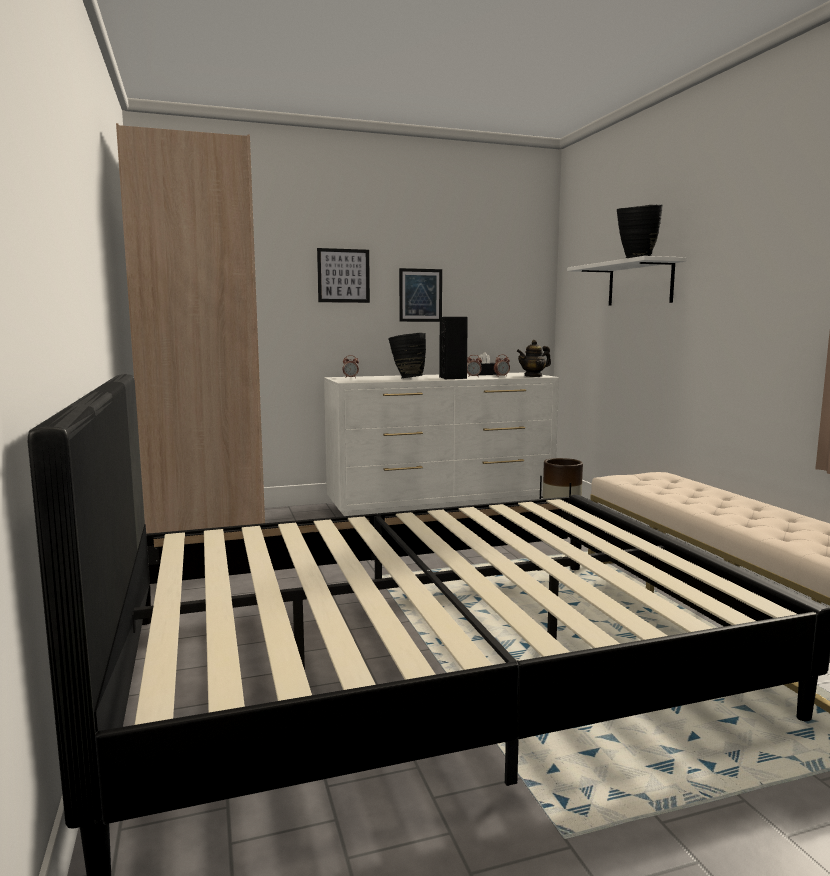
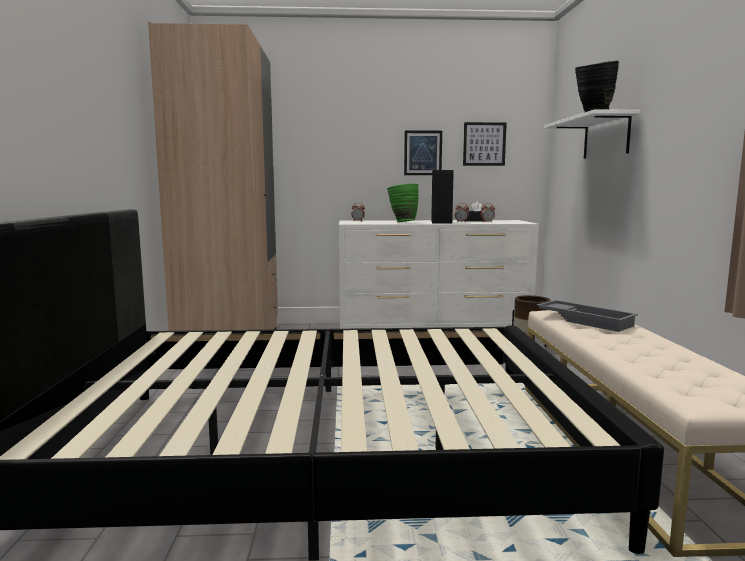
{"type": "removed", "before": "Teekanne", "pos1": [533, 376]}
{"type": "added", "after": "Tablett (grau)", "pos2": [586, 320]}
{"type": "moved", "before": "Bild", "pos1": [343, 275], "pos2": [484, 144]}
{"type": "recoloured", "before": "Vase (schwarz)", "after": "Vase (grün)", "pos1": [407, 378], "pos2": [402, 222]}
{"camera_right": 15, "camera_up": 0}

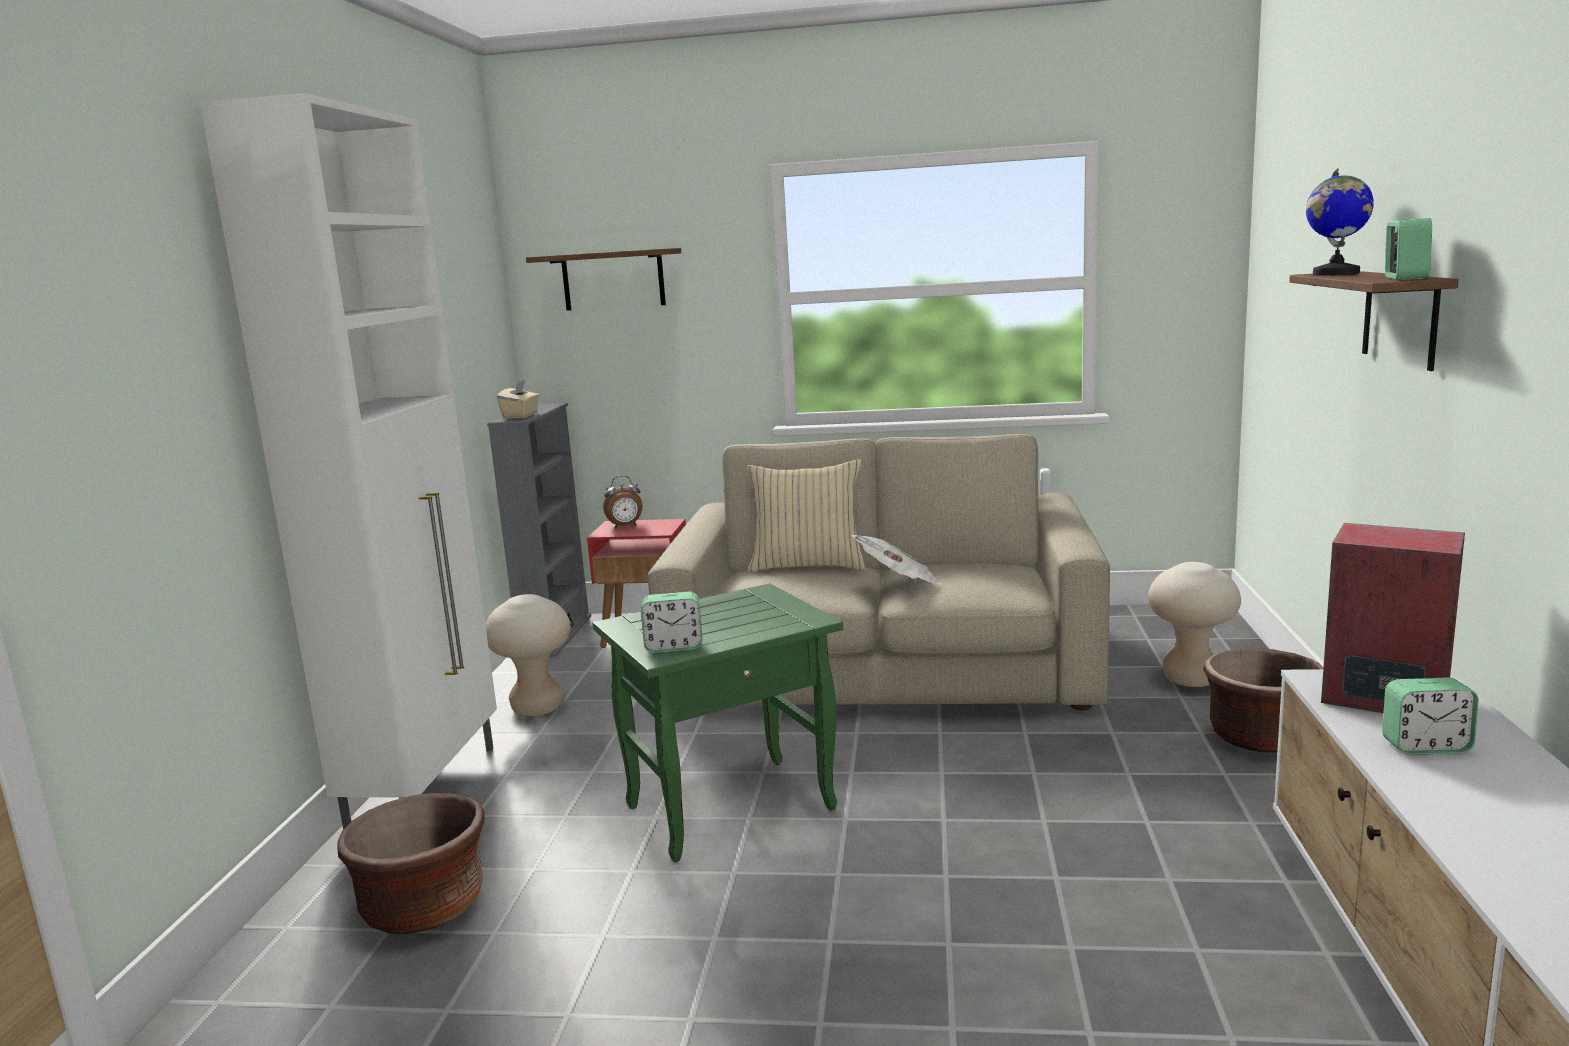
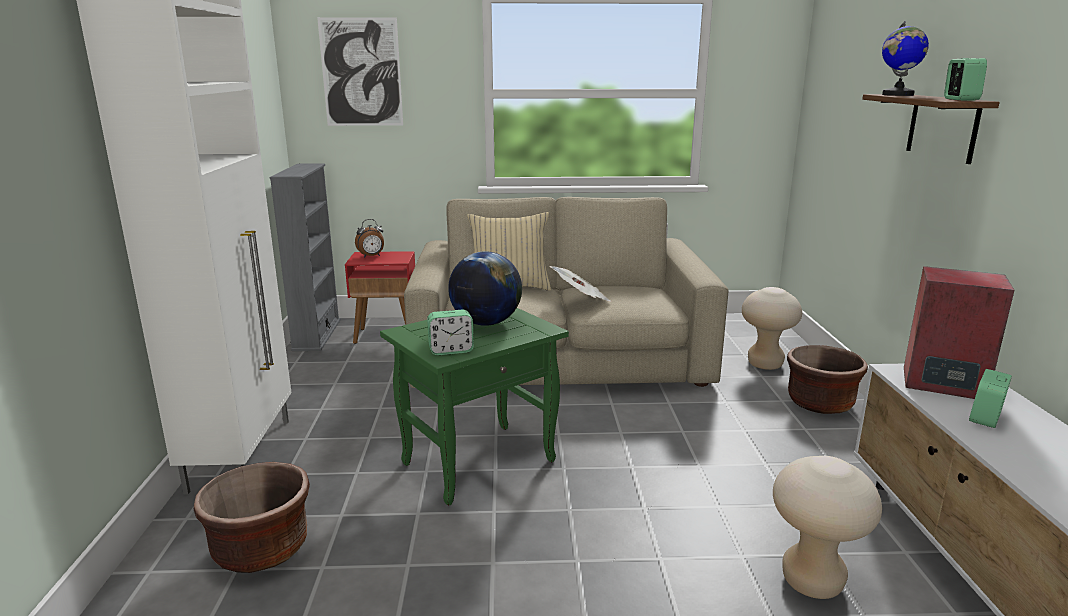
{"type": "removed", "before": "Taschentuchbox (beige)", "pos1": [521, 416]}
{"type": "added", "after": "Globus", "pos2": [486, 323]}
{"type": "moved", "before": "Hocker (beige)", "pos1": [537, 708], "pos2": [812, 582]}
{"type": "replaced", "before": "Wandregal", "after": "Bild", "pos1": [613, 280], "pos2": [361, 72]}
{"type": "turned", "before": "Wecker", "pos1": [1426, 747], "pos2": [985, 418], "turn": 135}
{"camera_right": -10, "camera_up": 5}

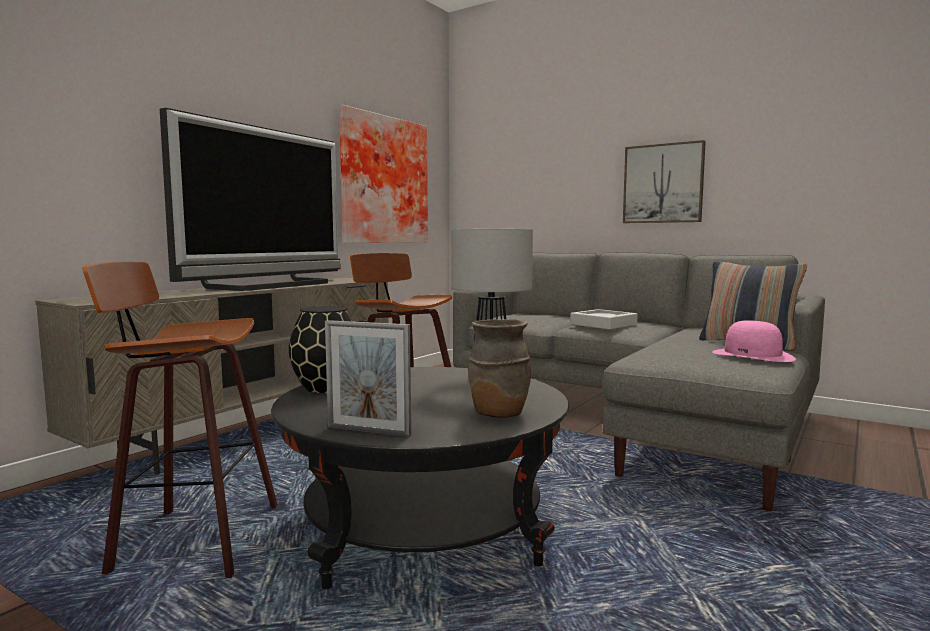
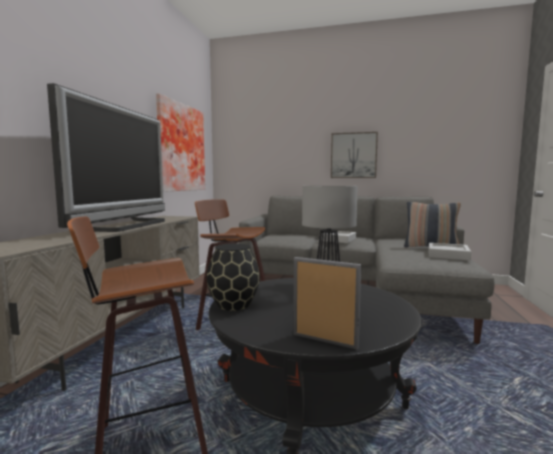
{"type": "removed", "before": "Vase (braun)", "pos1": [498, 414]}
{"type": "replaced", "before": "Hut (rosa)", "after": "Tablett (grau)", "pos1": [753, 355], "pos2": [448, 255]}
{"type": "turned", "before": "Bilderrahmen", "pos1": [368, 431], "pos2": [324, 341], "turn": -150}
{"camera_right": -20, "camera_up": 0}

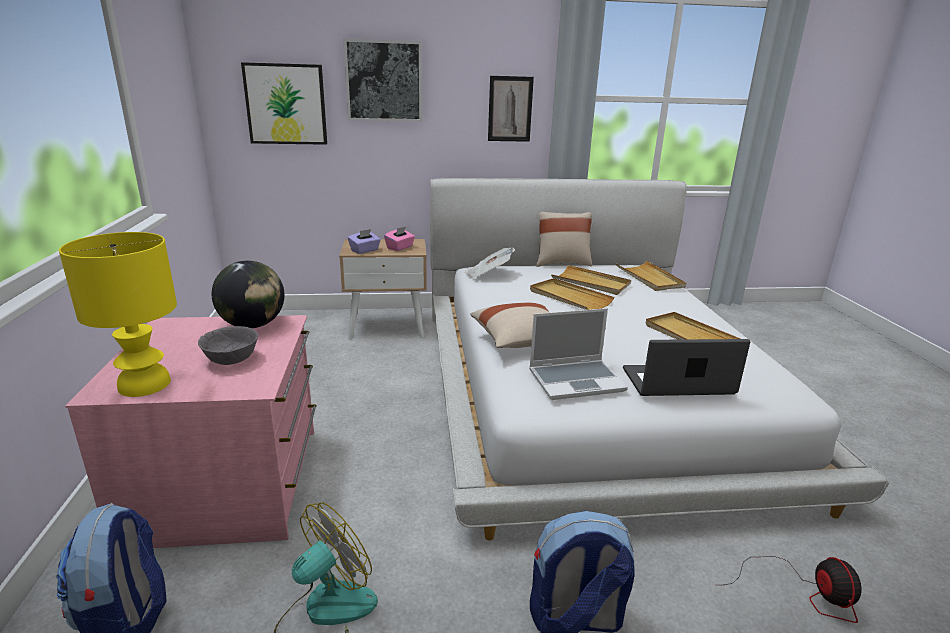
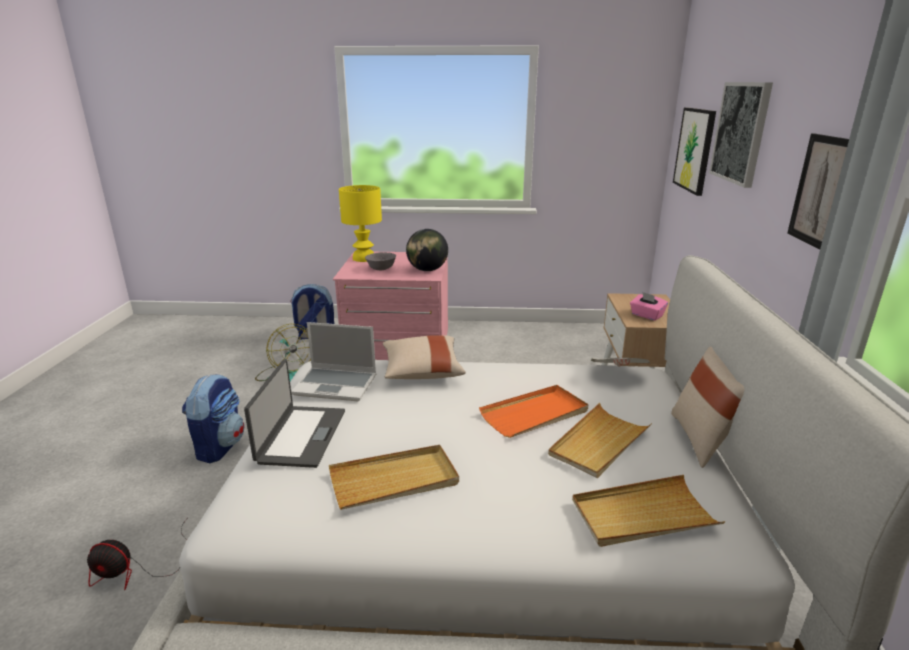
{"type": "removed", "before": "Taschentuchbox (lila)", "pos1": [365, 250]}
{"type": "recoloured", "before": "Tablett (beige)", "after": "Tablett (orange)", "pos1": [569, 297], "pos2": [535, 414]}
{"type": "turned", "before": "Laptop", "pos1": [576, 380], "pos2": [337, 385], "turn": -75}
{"camera_right": 100, "camera_up": 0}

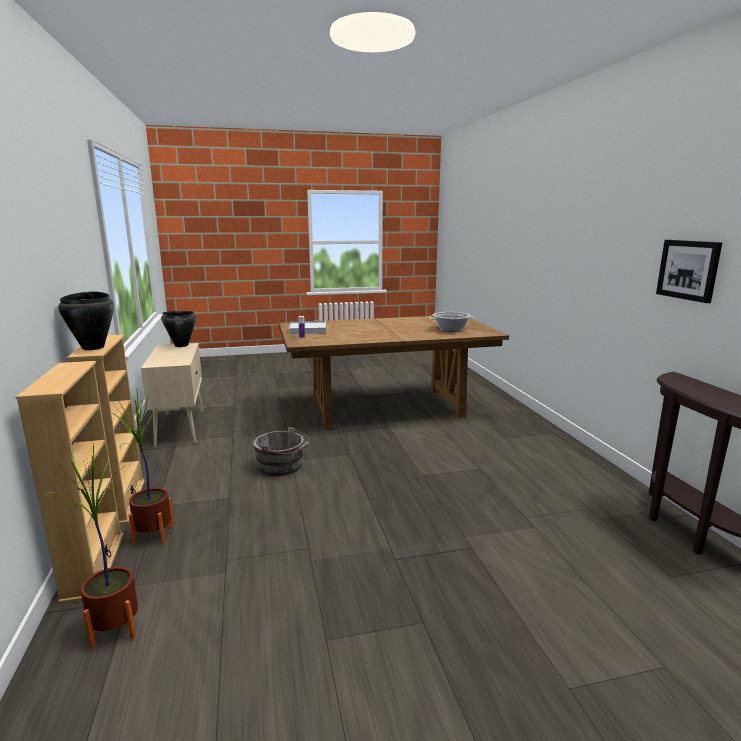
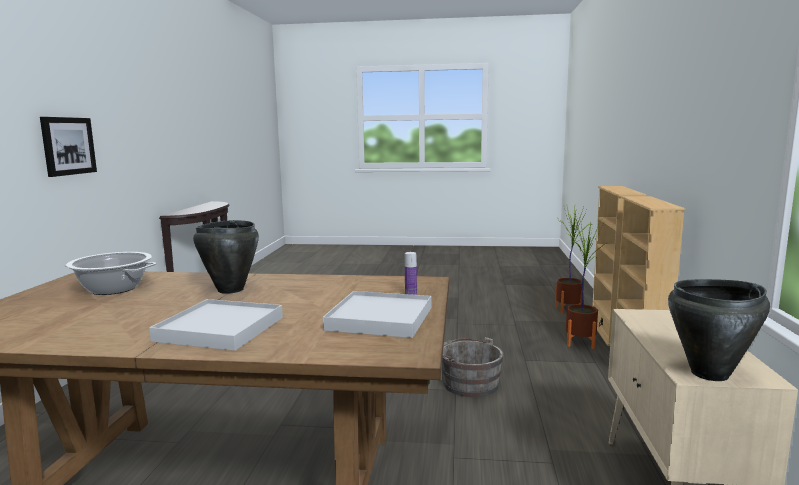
{"type": "added", "after": "Tablett (weiß)", "pos2": [220, 329]}
{"type": "moved", "before": "Kochtopf (schwarz)", "pos1": [93, 347], "pos2": [230, 290]}
{"type": "moved", "before": "Bild", "pos1": [688, 270], "pos2": [68, 146]}
{"camera_right": -160, "camera_up": -5}

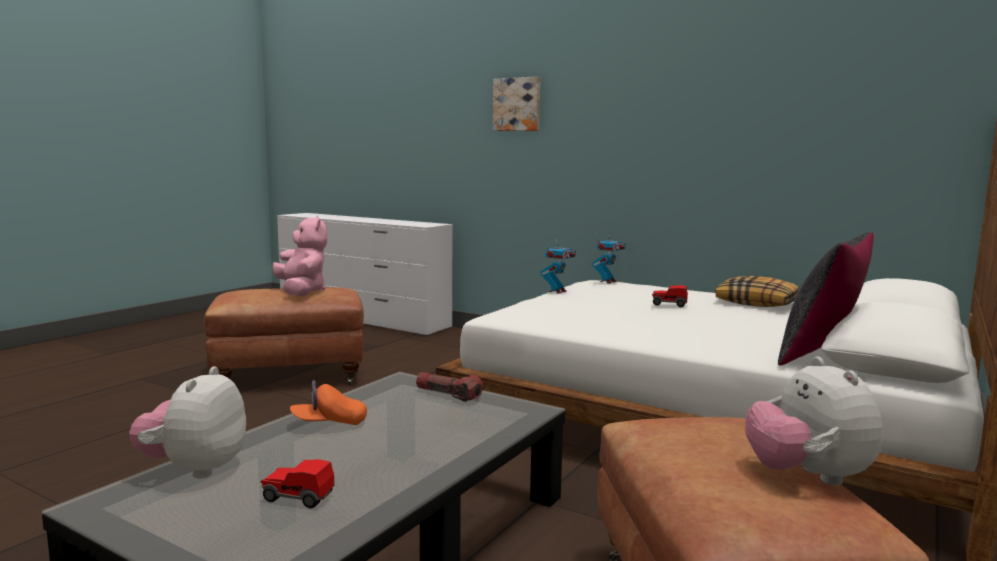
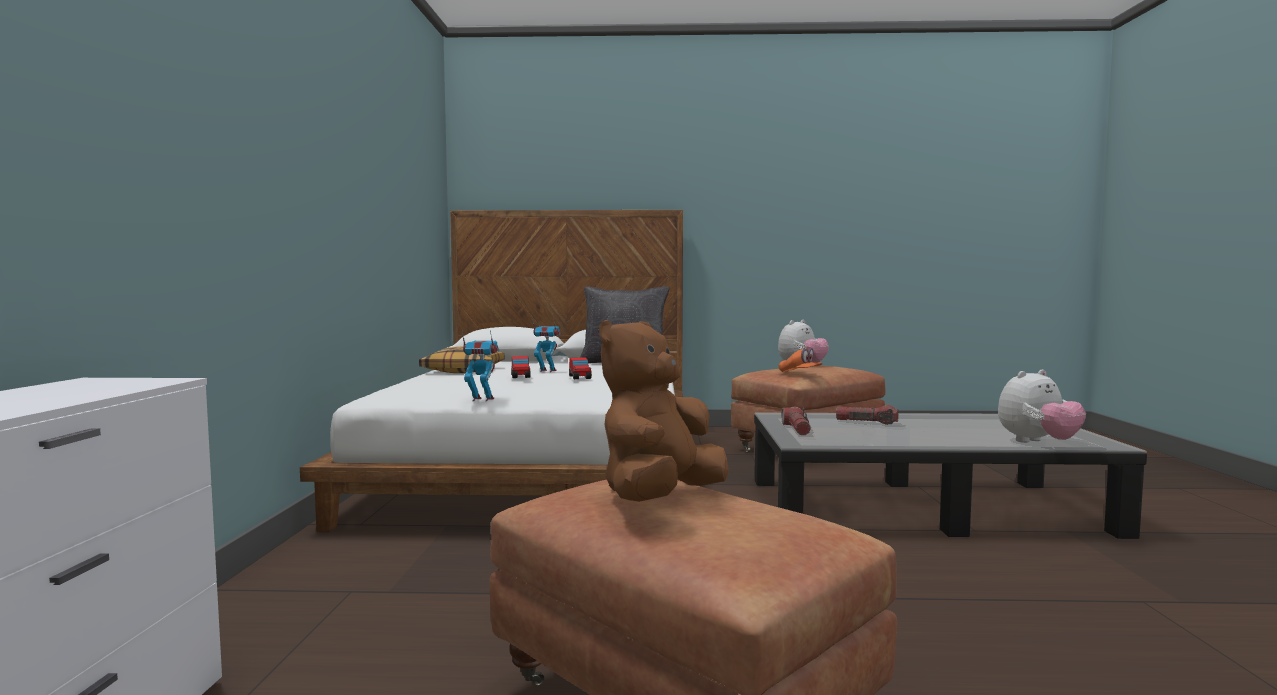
{"type": "removed", "before": "Bild", "pos1": [517, 104]}
{"type": "added", "after": "Taschenlampe", "pos2": [866, 422]}
{"type": "moved", "before": "Spielzeugauto", "pos1": [298, 497], "pos2": [580, 377]}
{"type": "moved", "before": "Kappe (orange)", "pos1": [329, 423], "pos2": [800, 373]}
{"type": "moved", "before": "Spielzeugroboter", "pos1": [607, 281], "pos2": [547, 371]}
{"type": "recoloured", "before": "Plüschtier (rosa)", "after": "Plüschtier (braun)", "pos1": [301, 292], "pos2": [659, 498]}
{"camera_right": -120, "camera_up": -5}

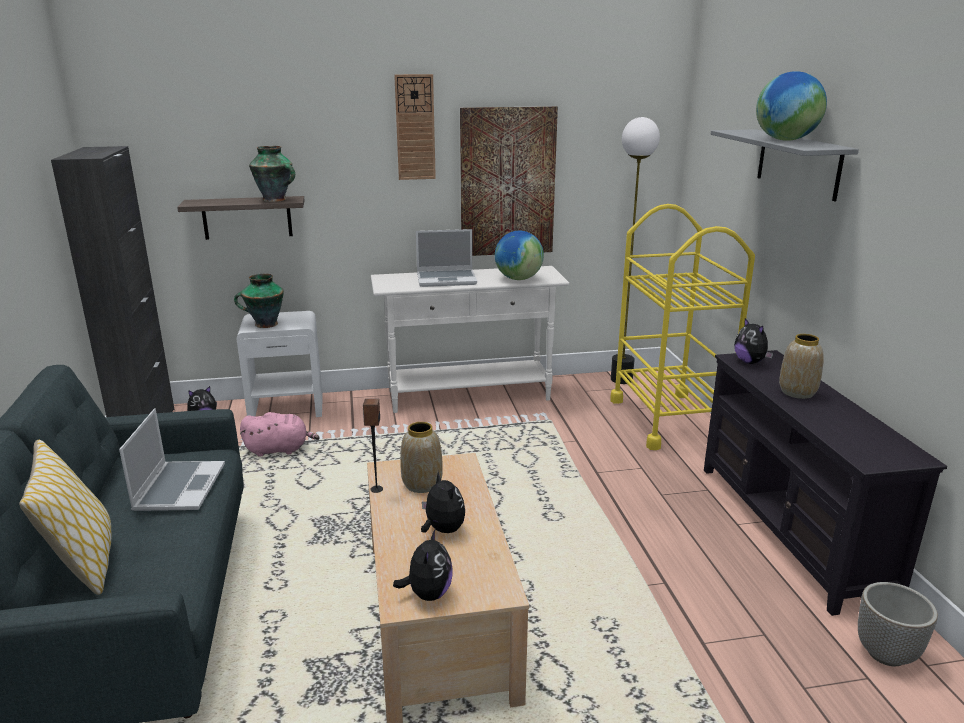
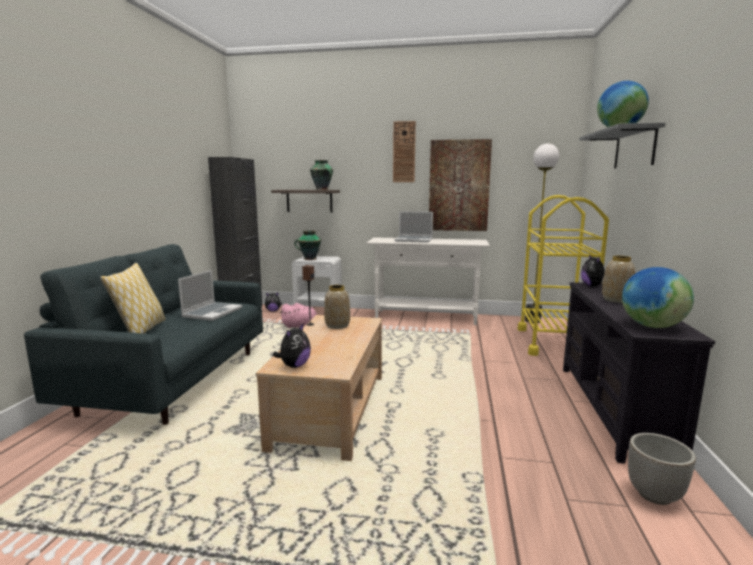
{"type": "removed", "before": "Plüschtier", "pos1": [442, 530]}
{"type": "moved", "before": "Globus", "pos1": [518, 279], "pos2": [652, 326]}
{"camera_right": 20, "camera_up": -10}

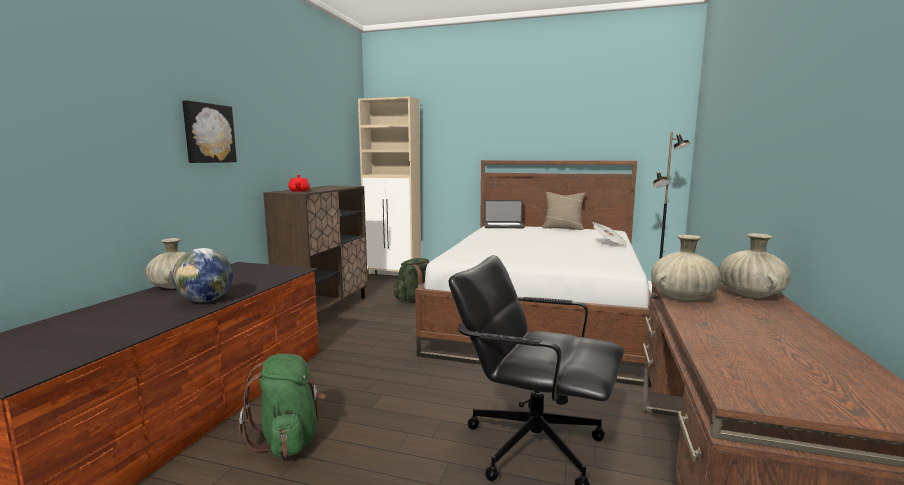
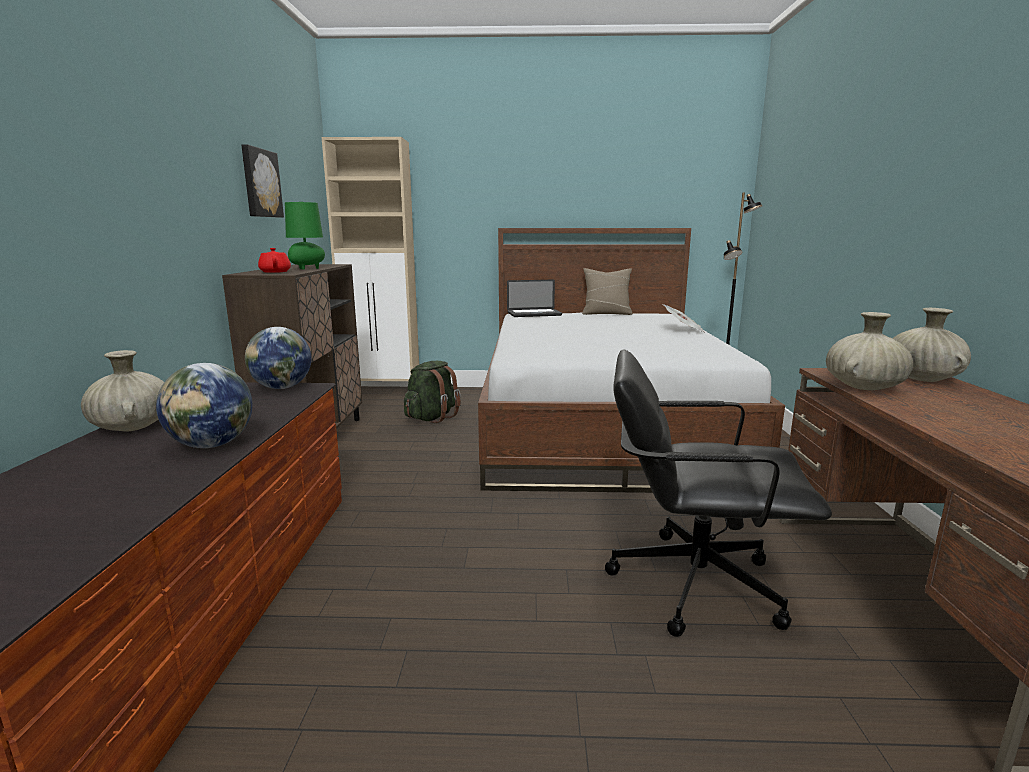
{"type": "removed", "before": "Rucksack (grün)", "pos1": [289, 439]}
{"type": "added", "after": "Globus", "pos2": [282, 388]}
{"type": "added", "after": "Tischlampe (grün)", "pos2": [307, 269]}
{"type": "moved", "before": "Bild", "pos1": [208, 133], "pos2": [260, 183]}
{"camera_right": -15, "camera_up": 5}

